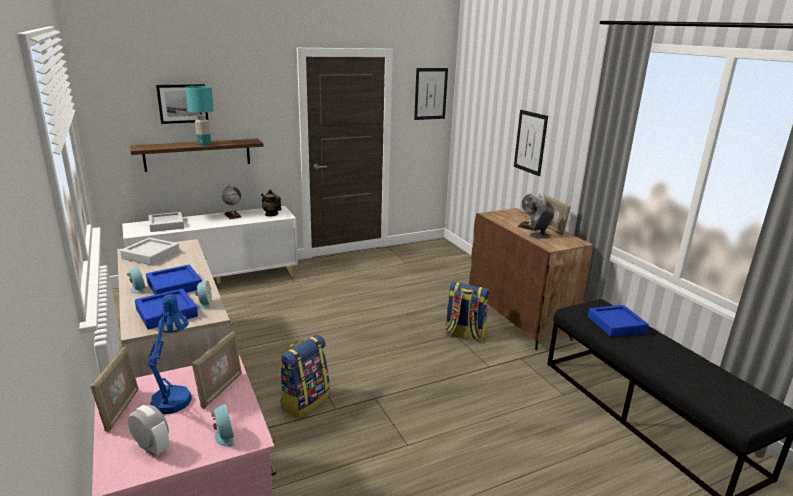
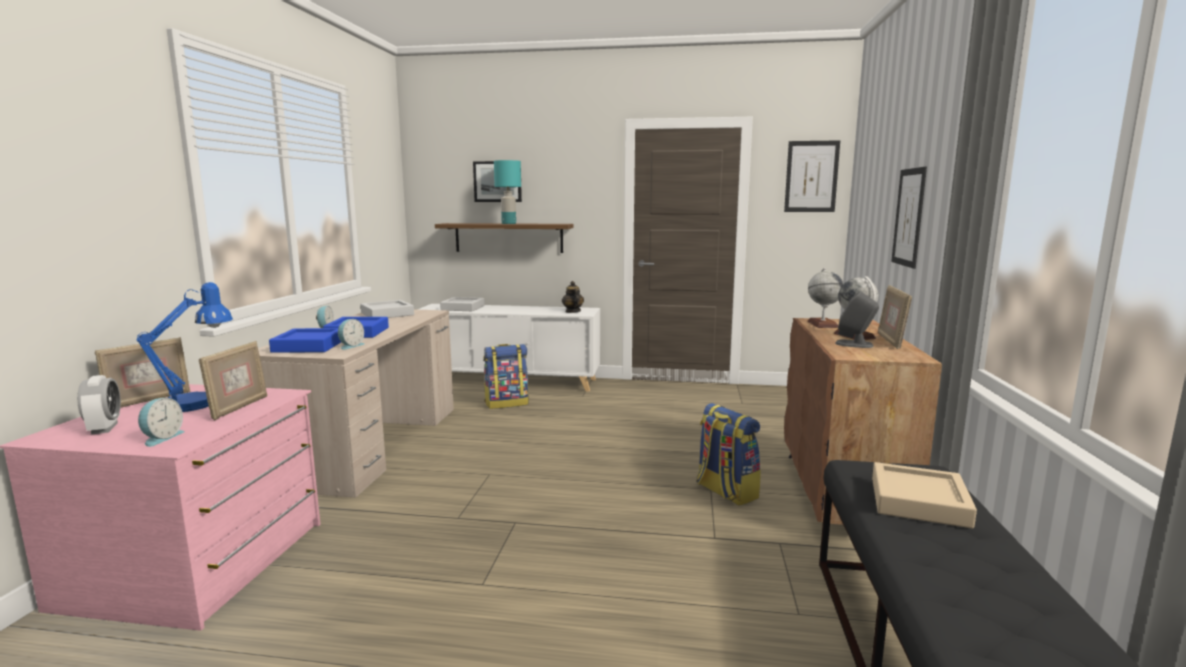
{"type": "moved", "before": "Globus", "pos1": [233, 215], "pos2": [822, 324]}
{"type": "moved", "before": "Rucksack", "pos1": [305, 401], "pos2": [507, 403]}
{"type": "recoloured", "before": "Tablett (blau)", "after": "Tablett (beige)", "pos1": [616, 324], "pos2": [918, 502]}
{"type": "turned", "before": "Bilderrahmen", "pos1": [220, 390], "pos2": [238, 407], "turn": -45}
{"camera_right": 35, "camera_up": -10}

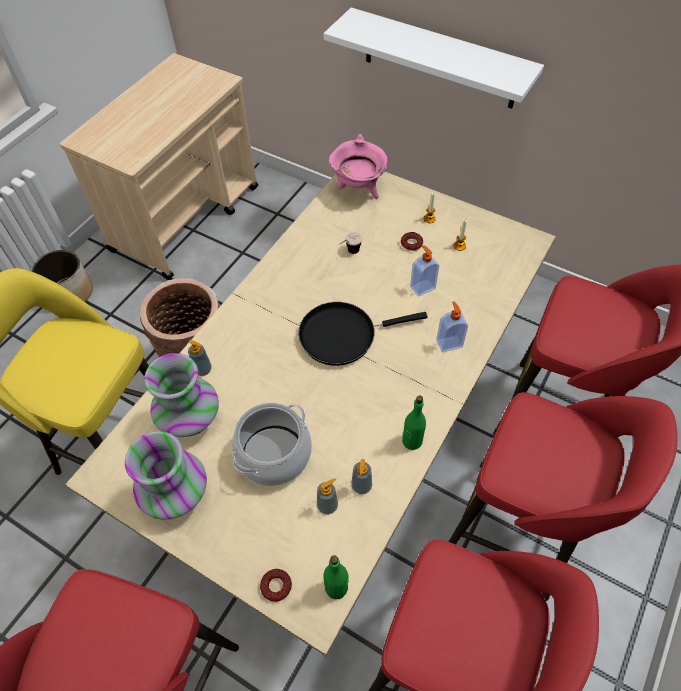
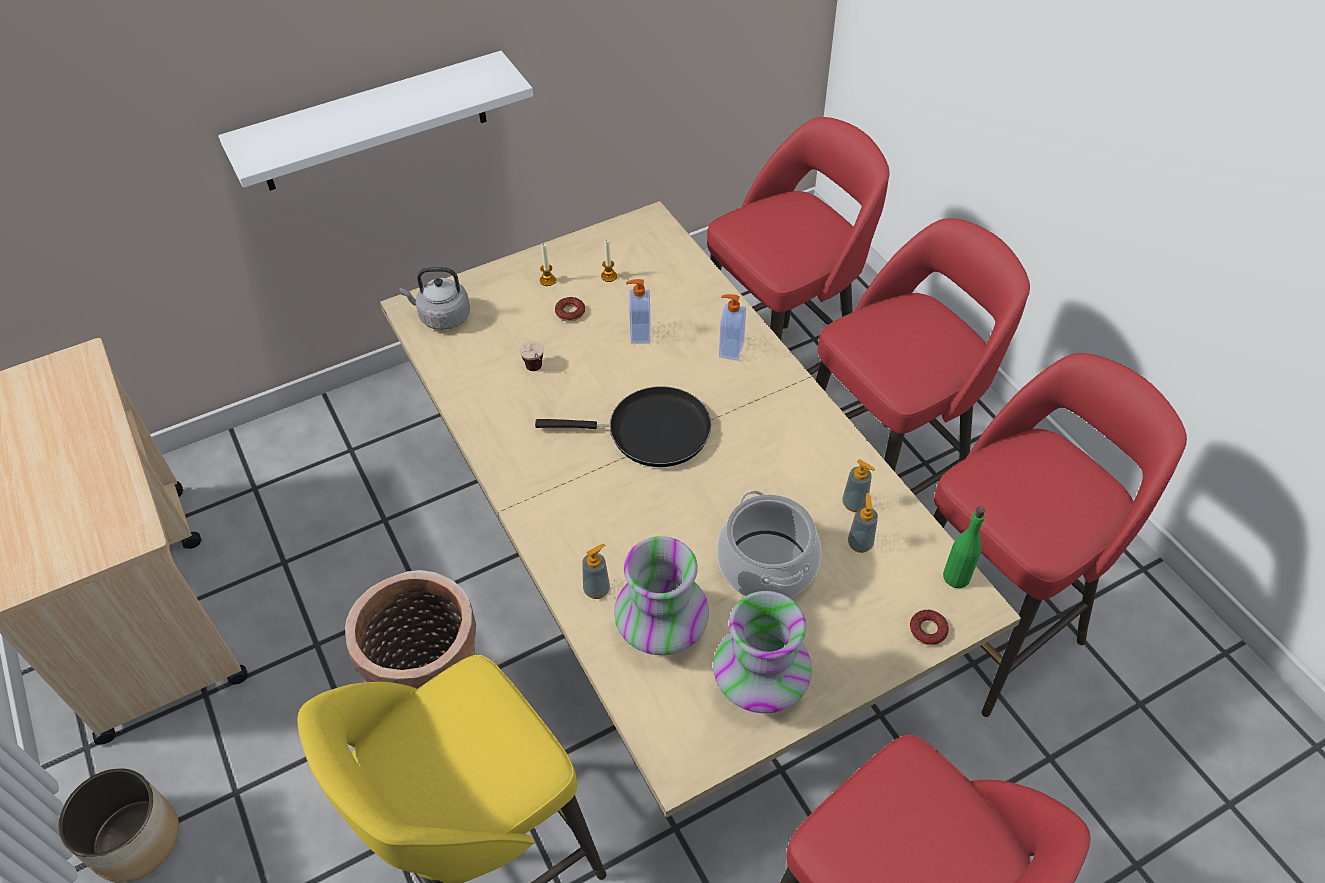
{"type": "removed", "before": "Flasche (grün)", "pos1": [412, 441]}
{"type": "replaced", "before": "Kochtopf (rosa)", "after": "Wasserkessel (grau)", "pos1": [358, 189], "pos2": [442, 317]}
{"type": "turned", "before": "Pfanne (schwarz)", "pos1": [343, 335], "pos2": [651, 432], "turn": -105}
{"camera_right": -60, "camera_up": -5}

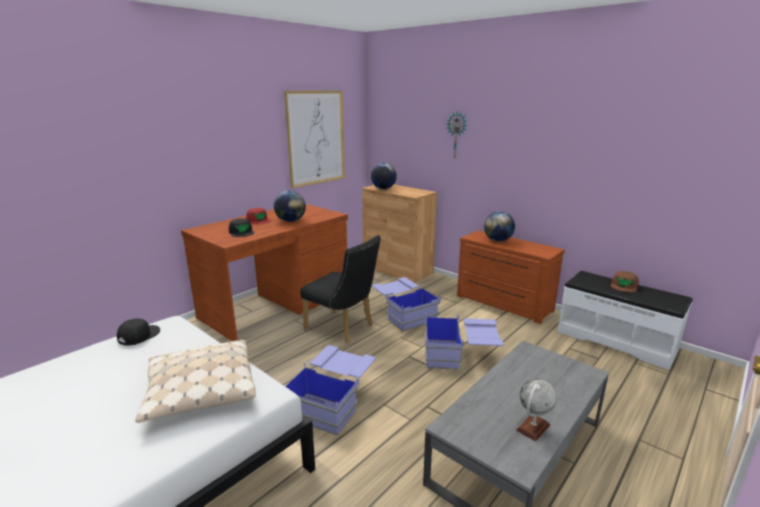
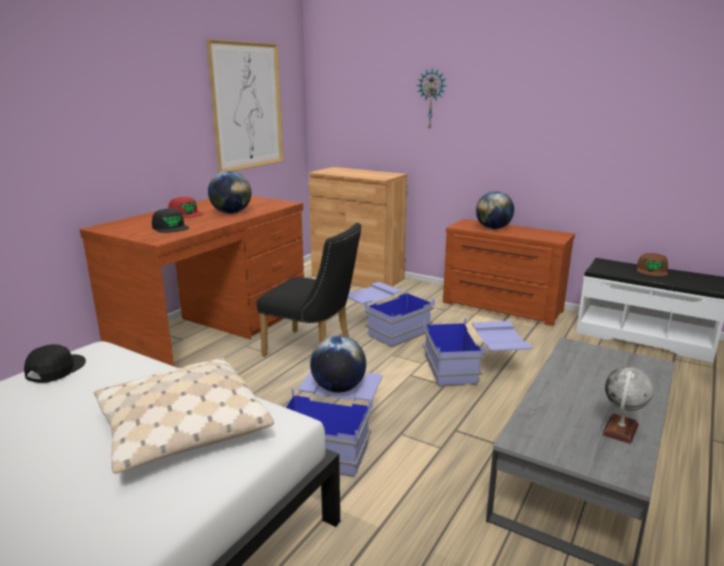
{"type": "moved", "before": "Globus", "pos1": [383, 189], "pos2": [338, 388]}
{"camera_right": -10, "camera_up": 0}

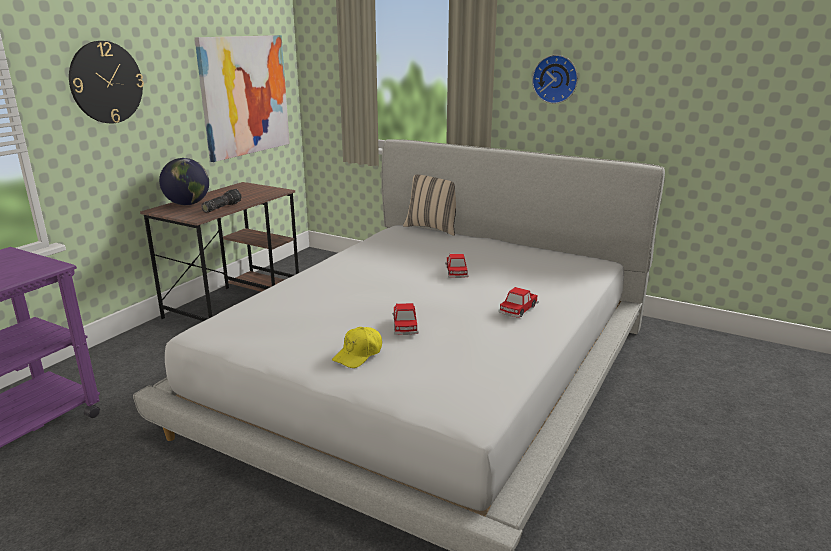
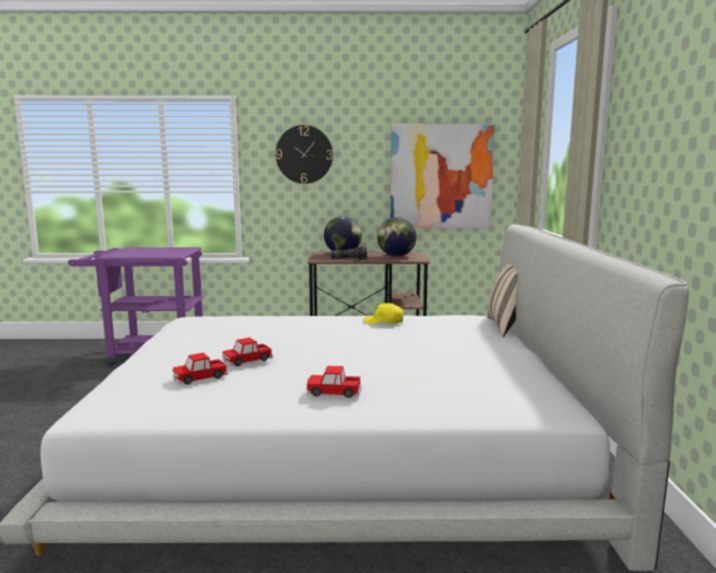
{"type": "removed", "before": "Wanduhr", "pos1": [555, 79]}
{"type": "added", "after": "Globus", "pos2": [396, 256]}
{"type": "moved", "before": "Kappe (gelb)", "pos1": [358, 355], "pos2": [384, 322]}
{"type": "moved", "before": "Spielzeugauto", "pos1": [456, 272], "pos2": [199, 377]}
{"camera_right": 60, "camera_up": -10}

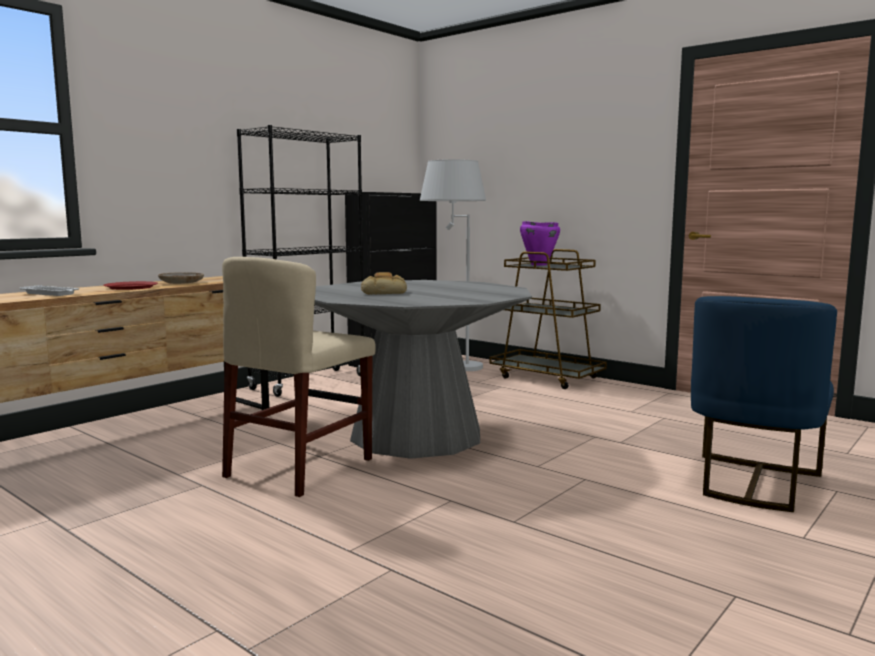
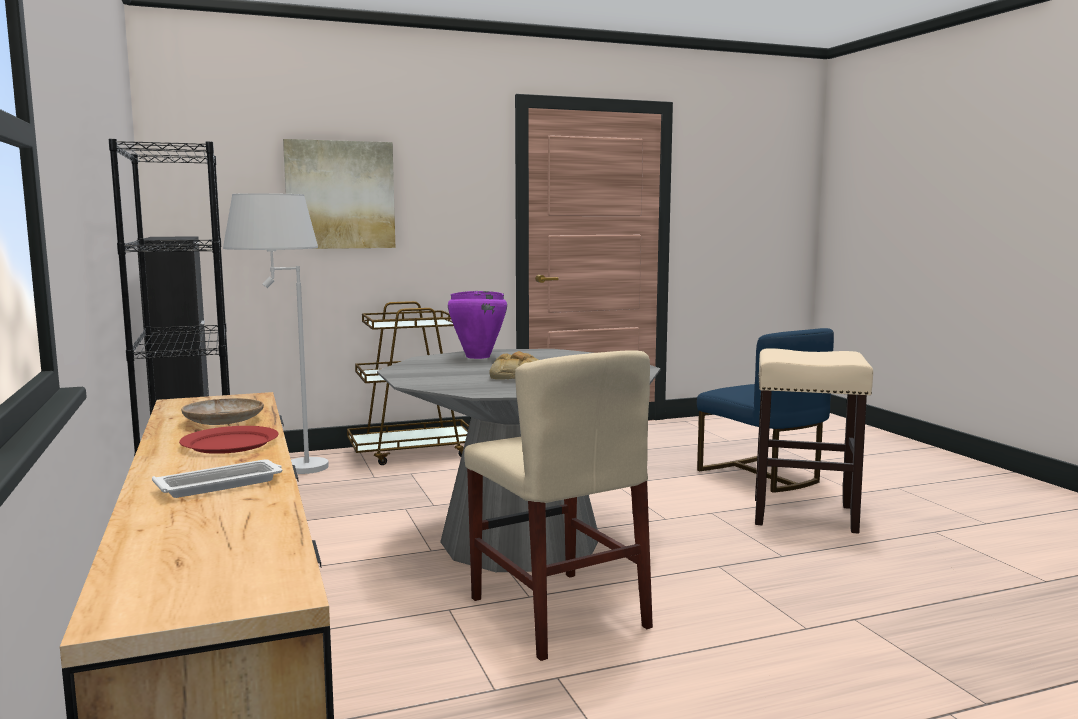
{"type": "added", "after": "Bild", "pos2": [340, 195]}
{"type": "added", "after": "Hocker (beige)", "pos2": [805, 515]}
{"type": "moved", "before": "Kochtopf (lila)", "pos1": [538, 265], "pos2": [477, 356]}
{"camera_right": -60, "camera_up": 0}

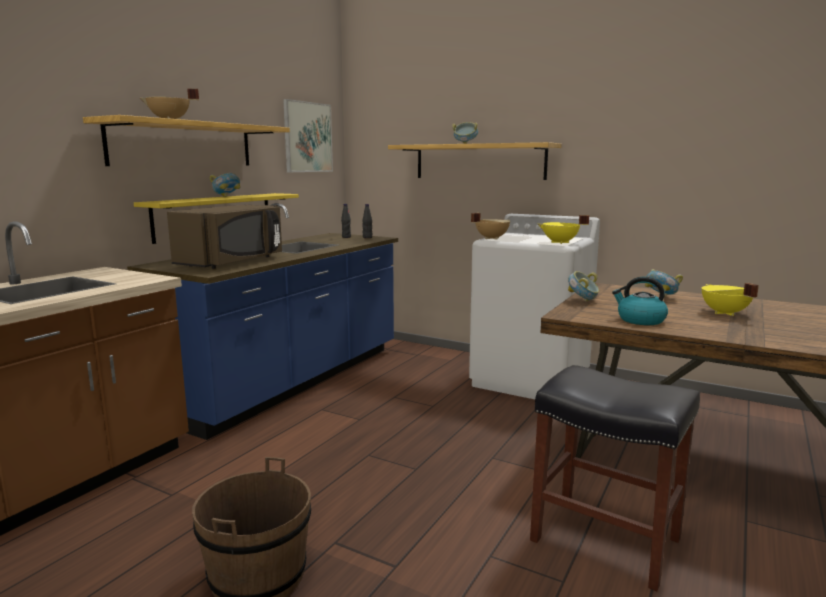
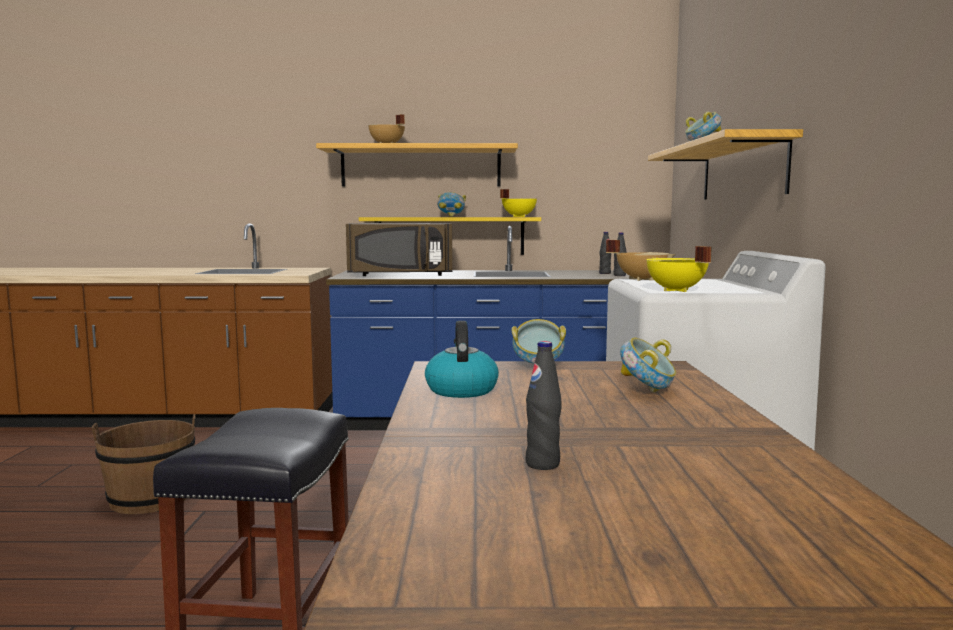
{"type": "removed", "before": "Bild", "pos1": [308, 137]}
{"type": "added", "after": "Flasche (schwarz)", "pos2": [542, 464]}
{"type": "moved", "before": "Kochtopf (gelb)", "pos1": [724, 313], "pos2": [518, 216]}
{"camera_right": 60, "camera_up": -5}

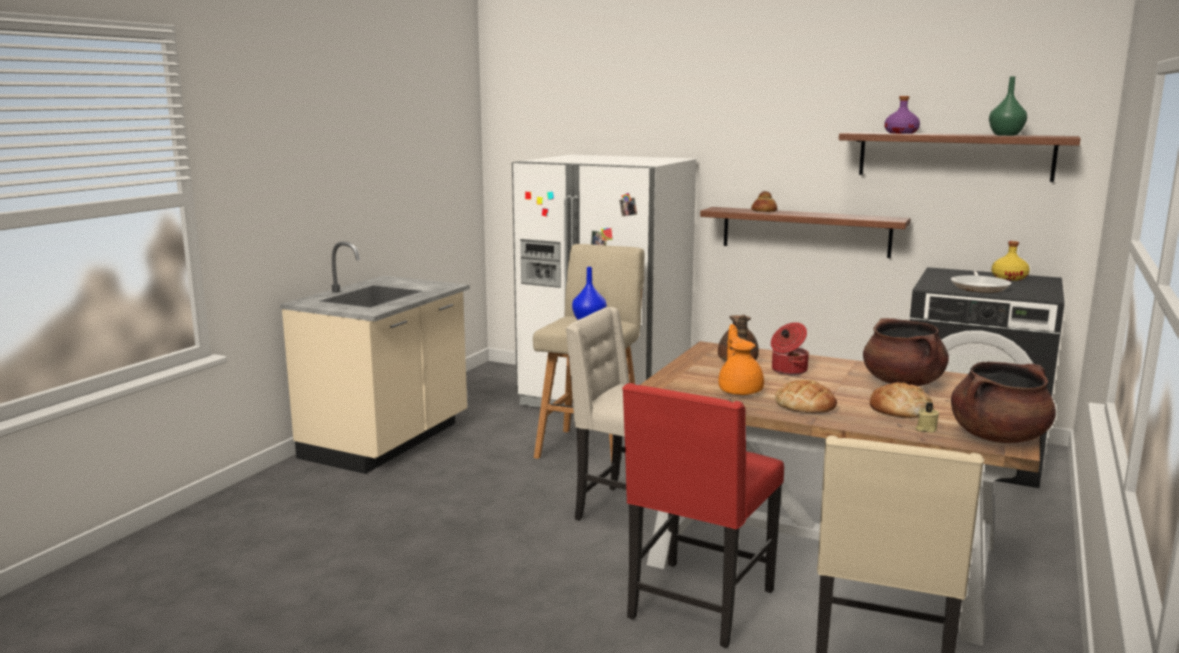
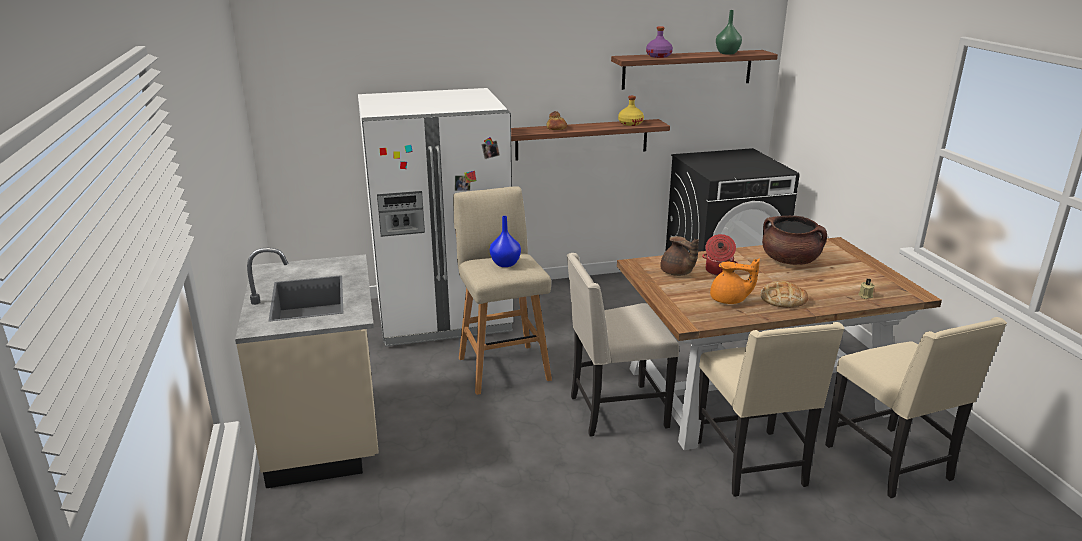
{"type": "removed", "before": "Brot", "pos1": [900, 409]}
{"type": "removed", "before": "Pfanne", "pos1": [979, 287]}
{"type": "removed", "before": "Kochtopf (braun)", "pos1": [998, 437]}
{"type": "moved", "before": "Flasche (gelb)", "pos1": [1009, 278], "pos2": [630, 123]}
{"type": "recoloured", "before": "Stuhl (rot)", "after": "Stuhl (beige)", "pos1": [698, 605], "pos2": [752, 465]}
{"type": "turned", "before": "Teekanne (orange)", "pos1": [740, 390], "pos2": [729, 300], "turn": 150}
{"camera_right": -40, "camera_up": 10}

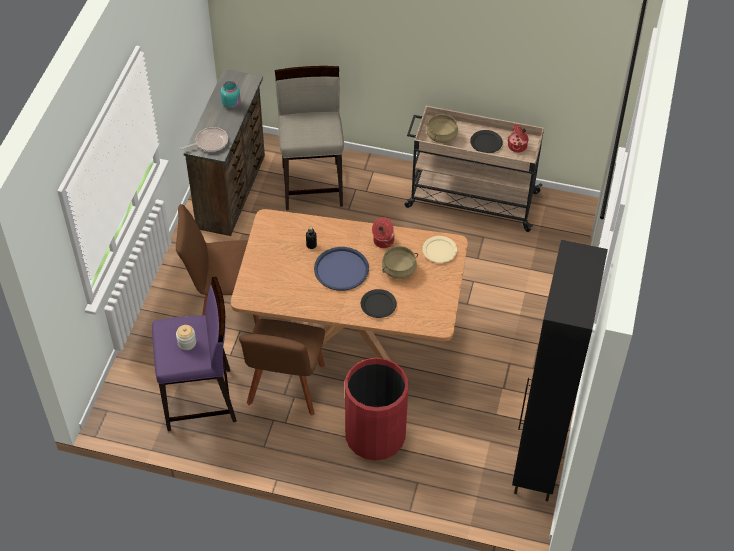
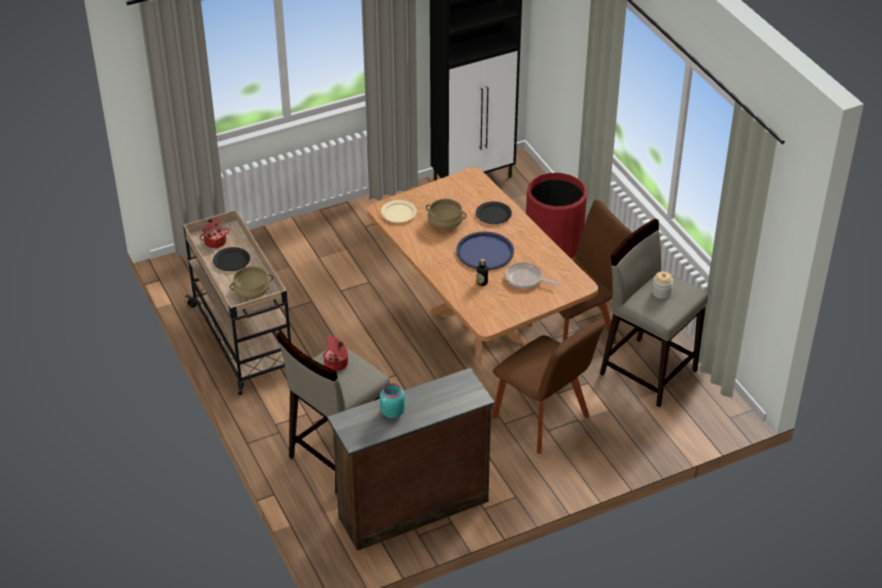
{"type": "moved", "before": "Pfanne", "pos1": [209, 142], "pos2": [526, 279]}
{"type": "moved", "before": "Kochtopf", "pos1": [383, 241], "pos2": [337, 363]}
{"type": "recoloured", "before": "Hocker (lila)", "after": "Hocker (beige)", "pos1": [200, 400], "pos2": [647, 371]}
{"camera_right": -130, "camera_up": -10}

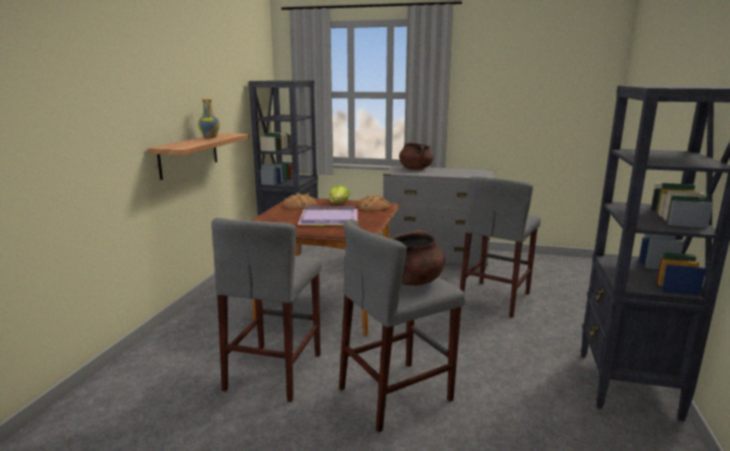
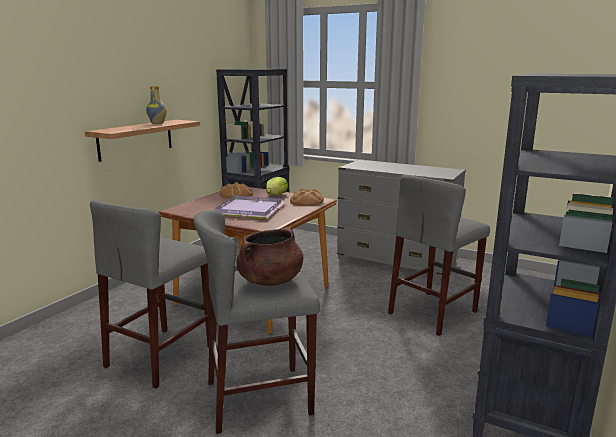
{"type": "removed", "before": "Kochtopf (braun)", "pos1": [415, 169]}
{"camera_right": 15, "camera_up": 0}

